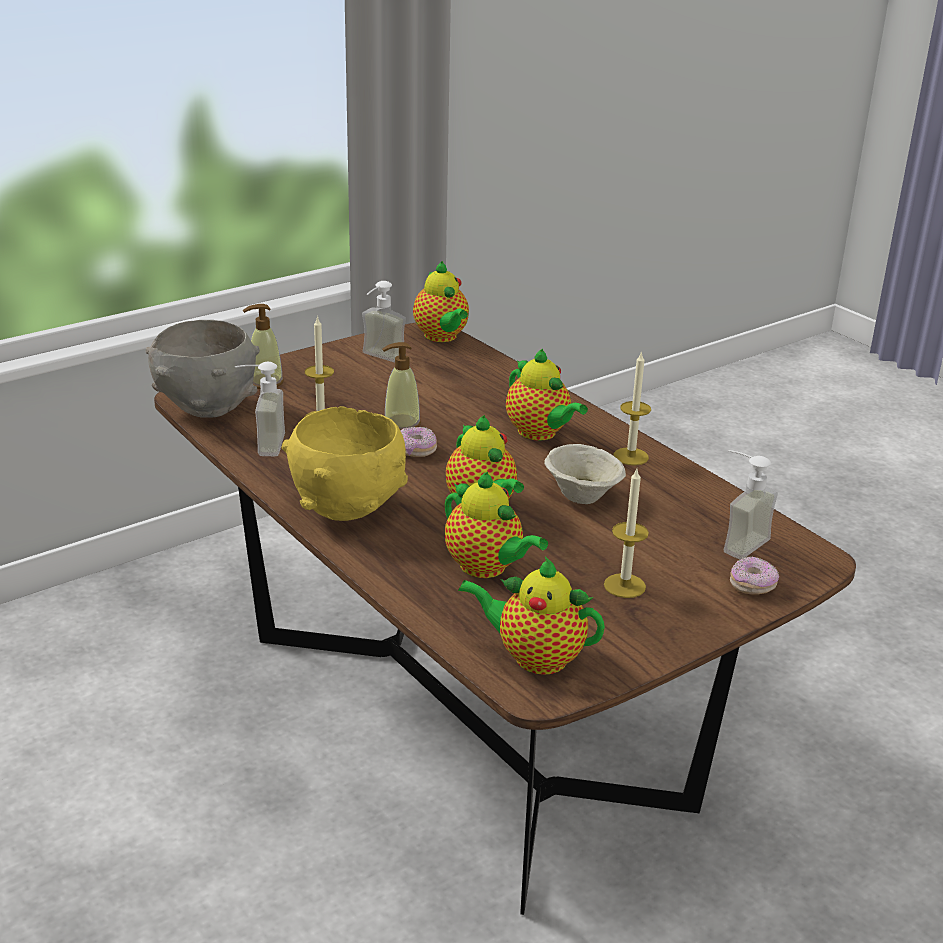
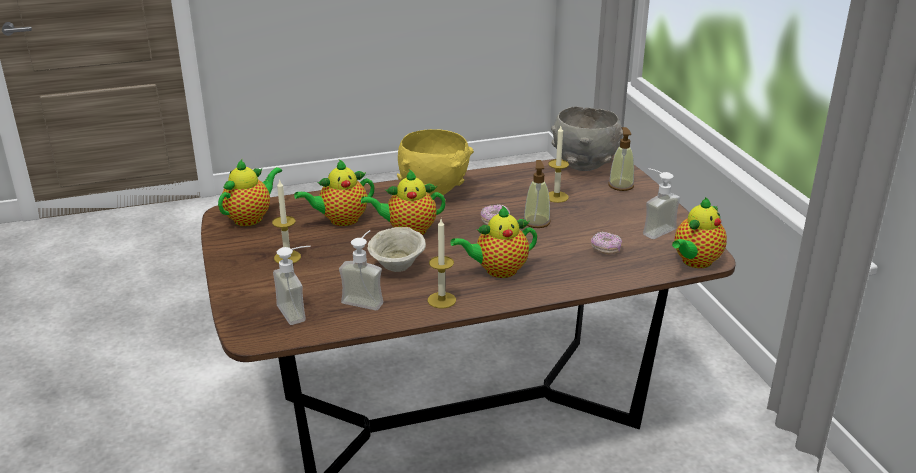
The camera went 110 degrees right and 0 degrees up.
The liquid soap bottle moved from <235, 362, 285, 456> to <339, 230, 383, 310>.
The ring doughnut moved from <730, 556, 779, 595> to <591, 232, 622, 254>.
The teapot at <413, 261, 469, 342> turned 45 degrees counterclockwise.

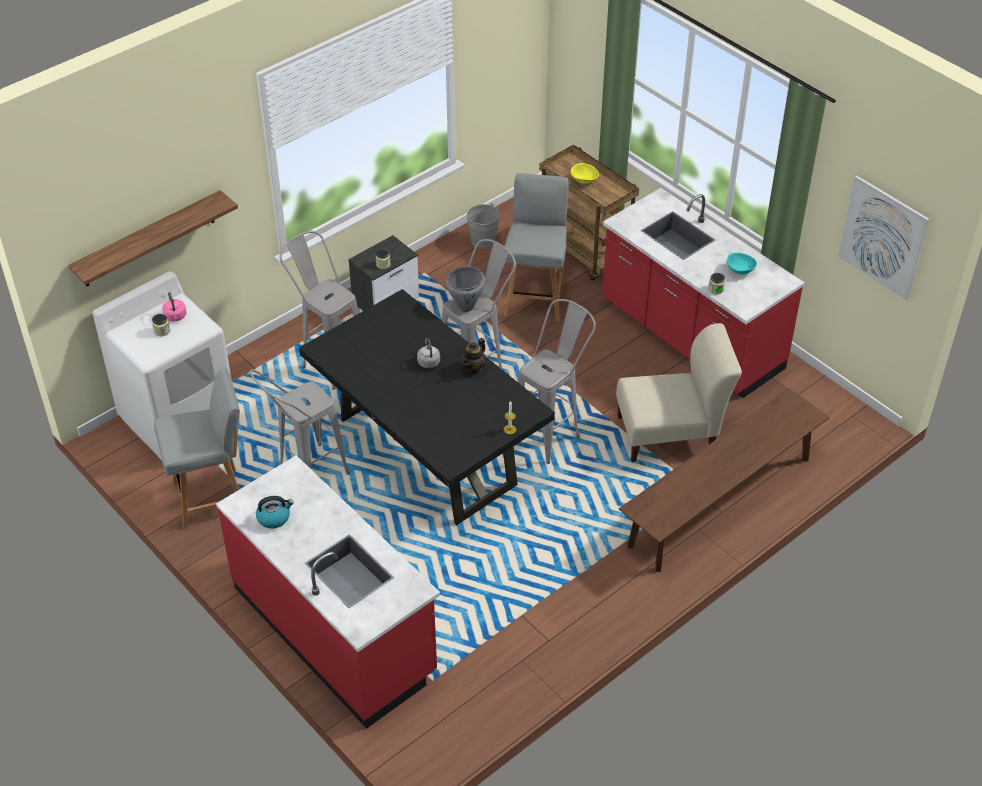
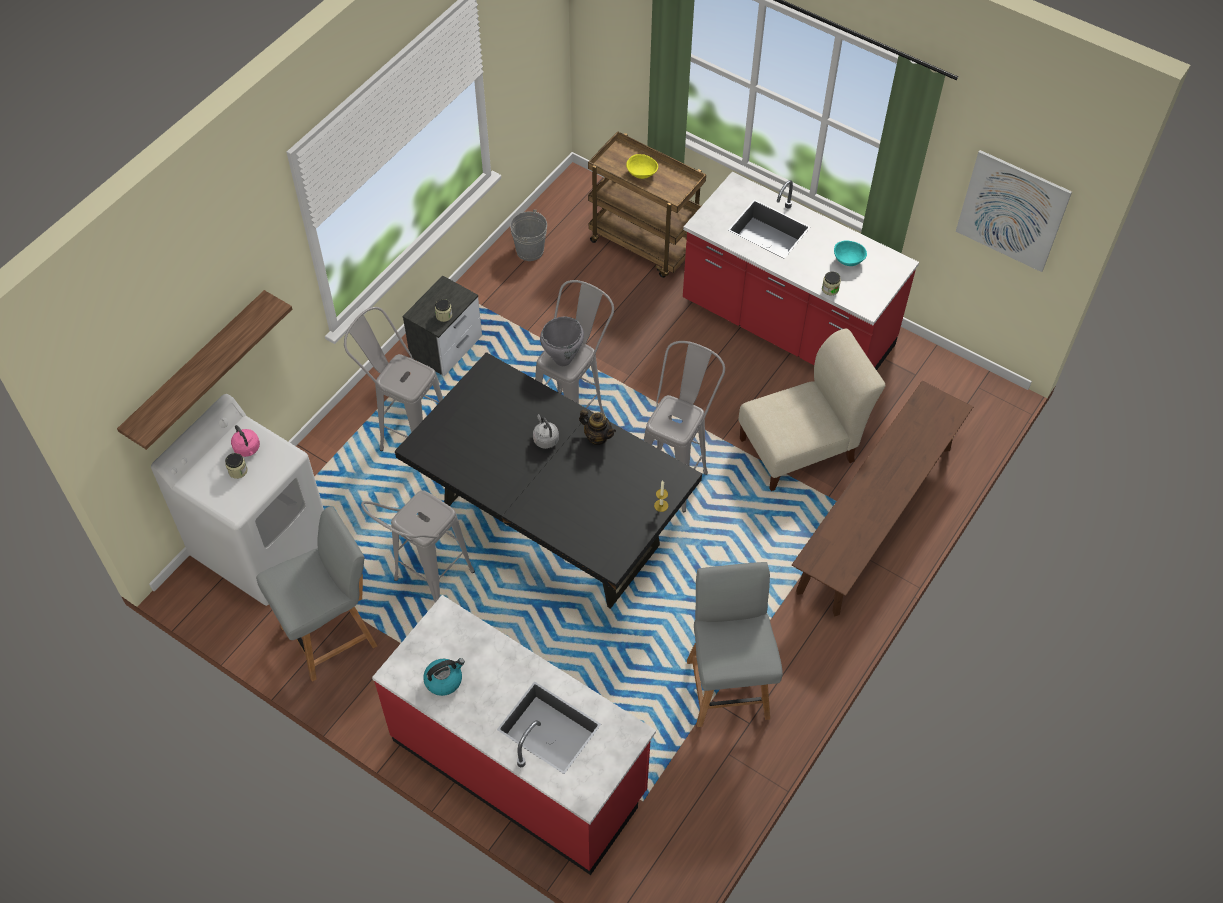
The camera went 15 degrees left and 10 degrees up.
The gray upright chair moved from <504, 173, 569, 321> to <687, 562, 783, 727>.
The teapot at <461, 338, 486, 375> turned 75 degrees counterclockwise.

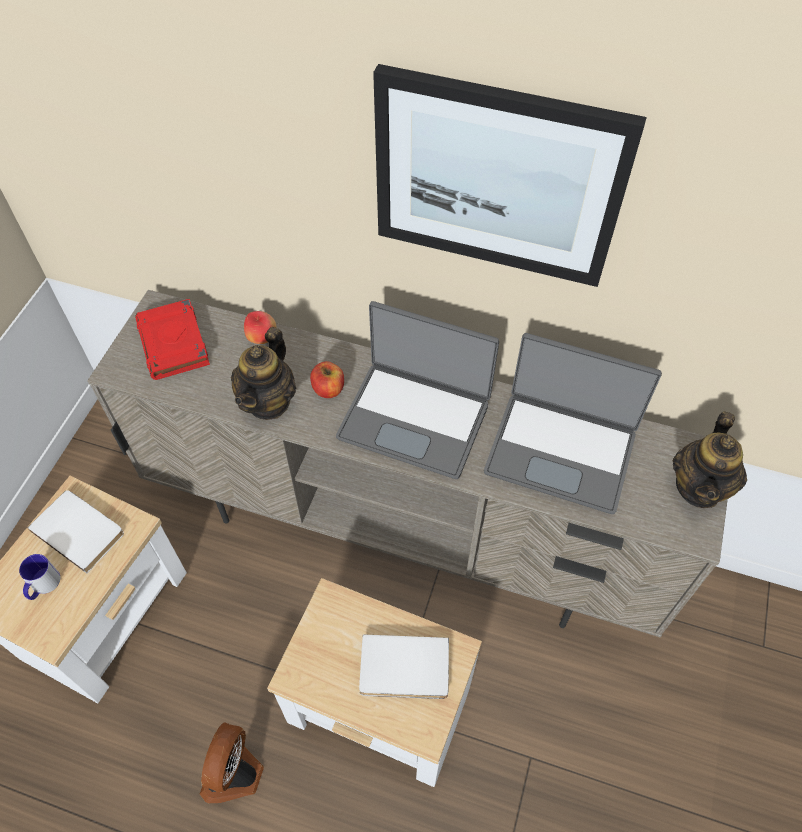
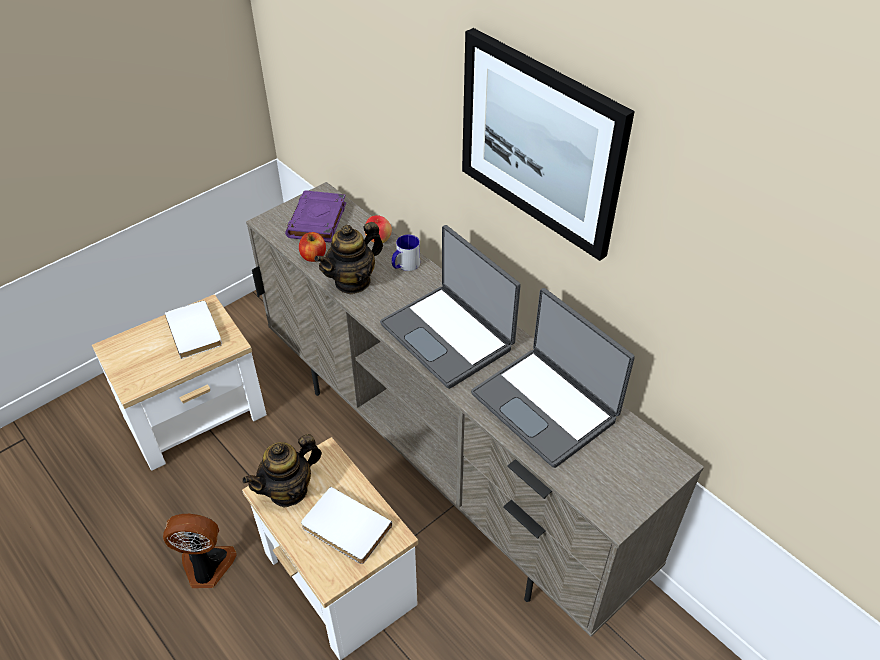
The camera went 30 degrees right and 10 degrees down.
The tea mug moved from <19, 554, 60, 600> to <392, 235, 420, 271>.
The apple fruit moved from <310, 361, 344, 398> to <299, 232, 326, 262>.
The teapot moved from <673, 411, 747, 508> to <242, 434, 322, 508>.
The red-coloured bound book at <135, 299, 210, 380> became the purple-coloured bound book at <285, 190, 346, 243>.
The electric fan at <200, 722, 264, 803> turned 45 degrees clockwise.

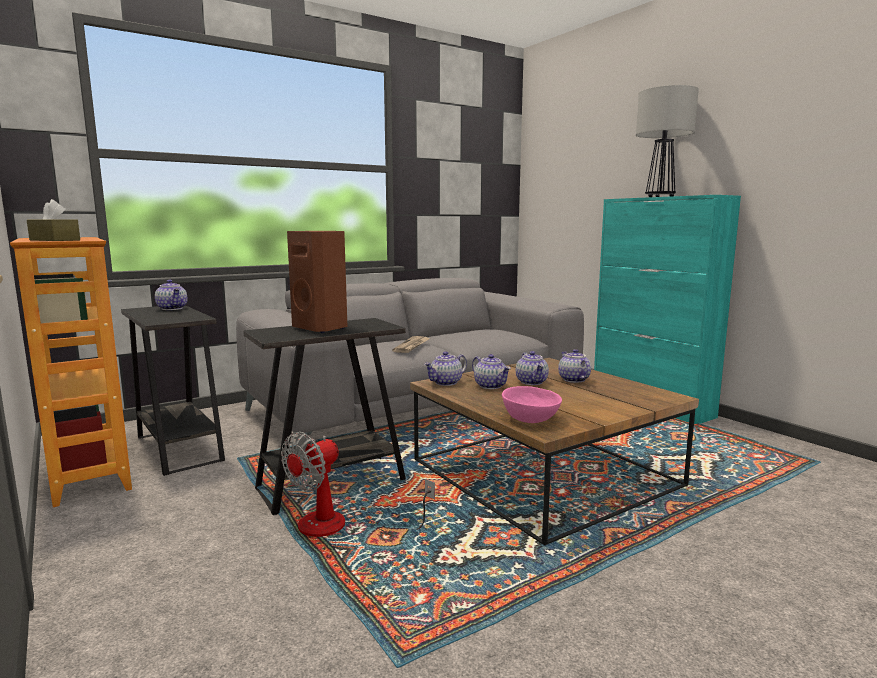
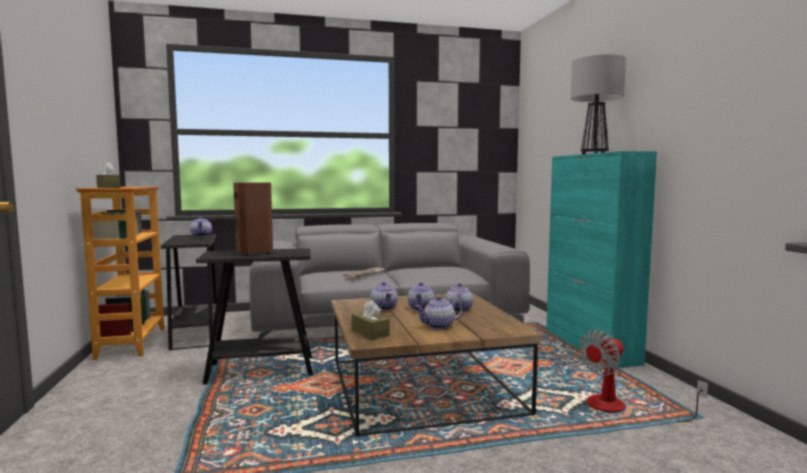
The camera went 20 degrees right and 5 degrees down.
The electric fan moved from <281, 432, 435, 537> to <579, 330, 708, 422>.
The teapot moved from <424, 351, 467, 386> to <415, 296, 463, 329>.
The pink bowl at <502, 386, 562, 423> was replaced by the brown tissue holder at <351, 300, 389, 340>.

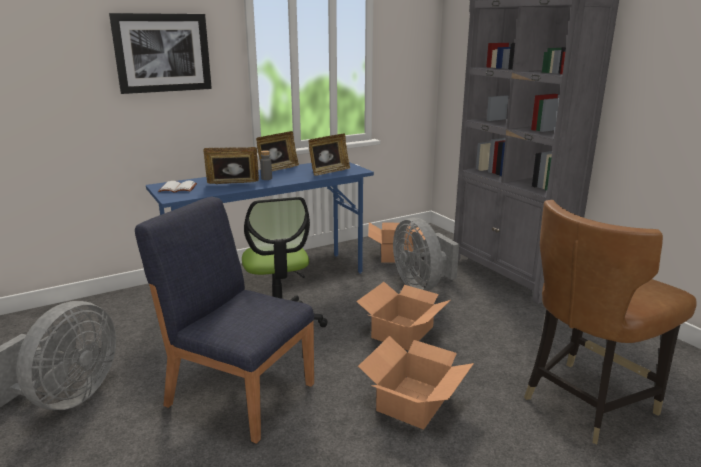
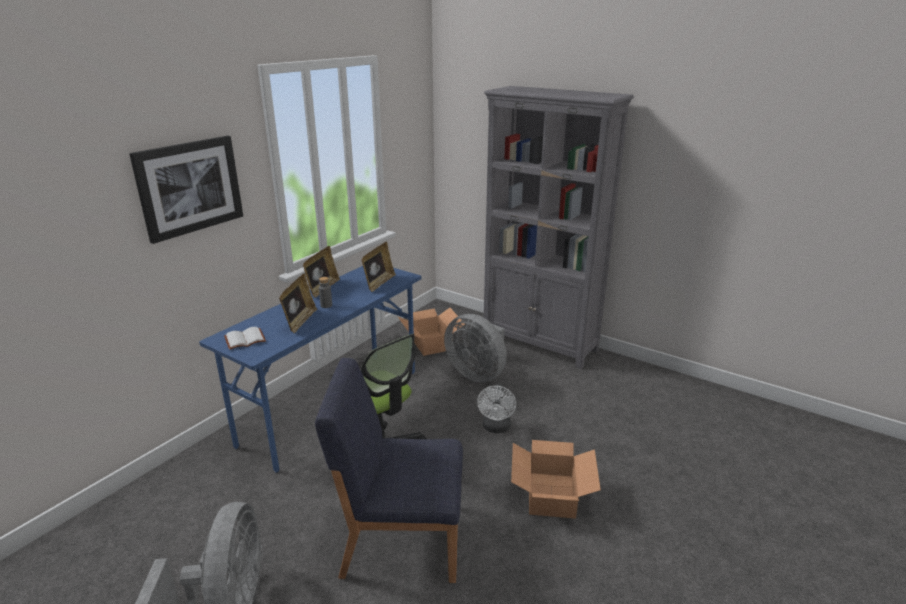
The camera went 25 degrees left and 5 degrees up.
The brown upright chair at <524, 200, 696, 444> disappeared.
The carton at <356, 282, 451, 351> was replaced by the white electric fan at <477, 384, 516, 433>.
The standing frame at <204, 147, 259, 184> turned 135 degrees clockwise.

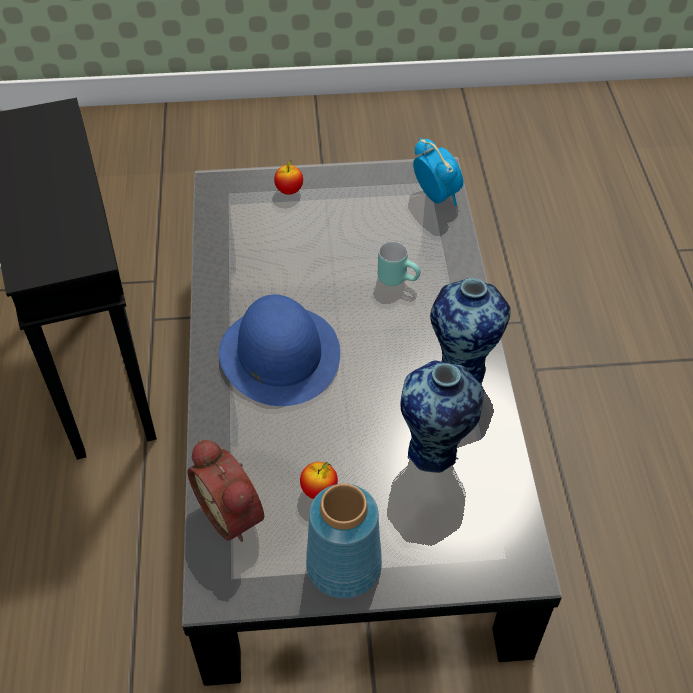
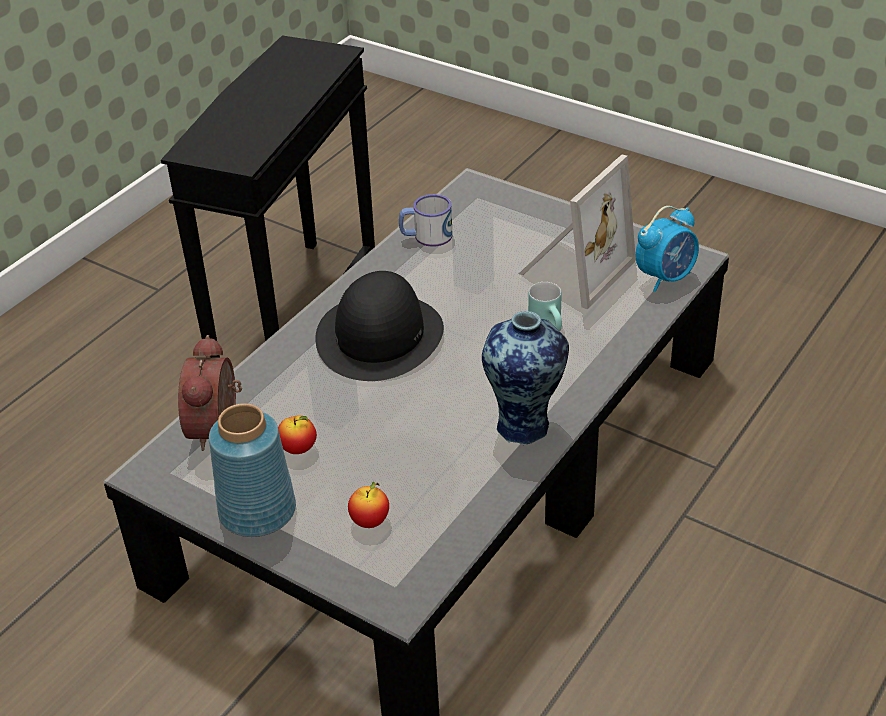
The camera went 40 degrees right and 10 degrees down.
The decorative vase at <400, 361, 484, 473> disappeared.
The tea mug at <399, 194, 453, 247> appeared.
The standing frame at <519, 155, 636, 310> appeared.
The apple fruit moved from <274, 160, 303, 195> to <348, 481, 389, 528>.
The blue-coloured hat at <219, 295, 340, 406> became the blackish hat at <315, 271, 444, 381>.
The alarm clock at <413, 138, 463, 206> turned 45 degrees clockwise.

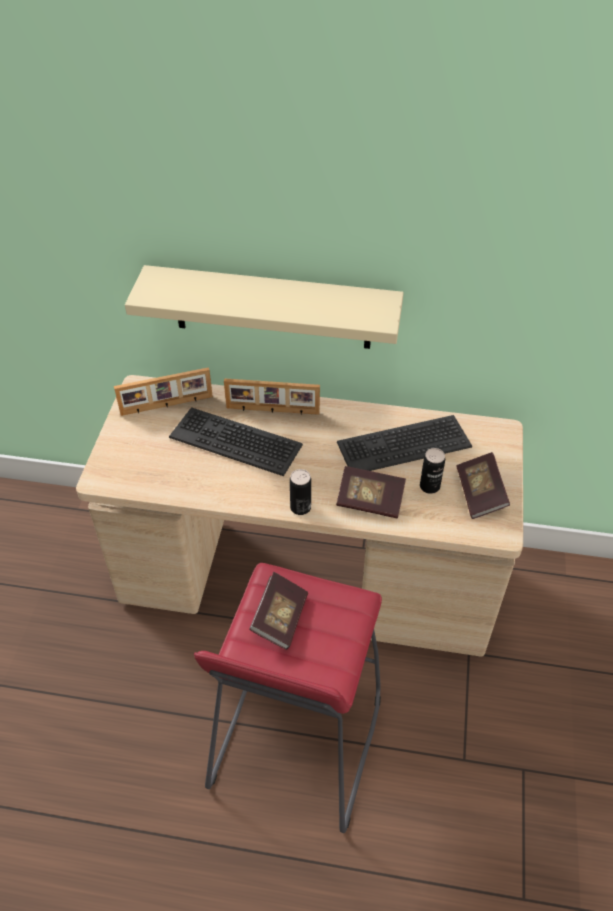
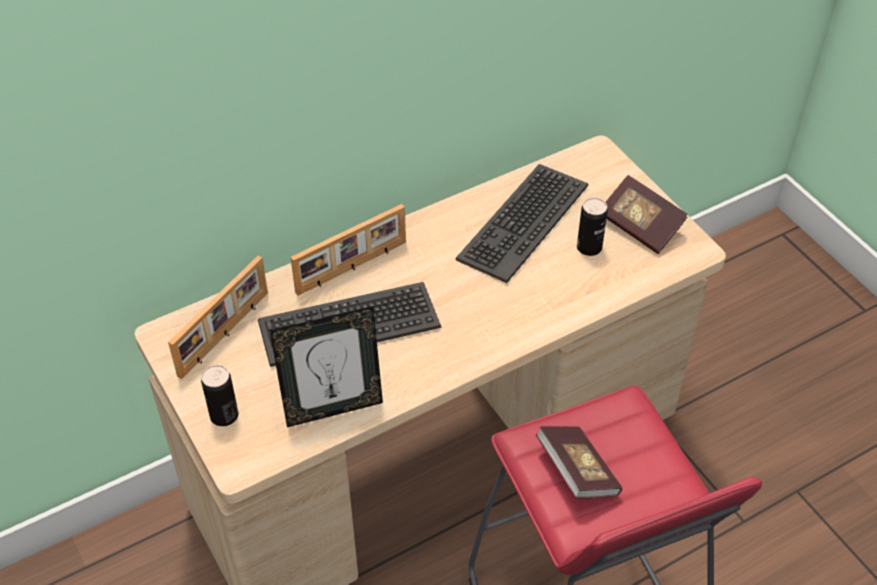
The camera went 40 degrees left and 0 degrees up.
The beige-coloured shelf at <125, 265, 404, 349> disappeared.
The bound book at <336, 466, 406, 518> disappeared.
The standing frame at <270, 306, 383, 427> appeared.
The can moved from <290, 469, 311, 515> to <201, 365, 238, 426>.

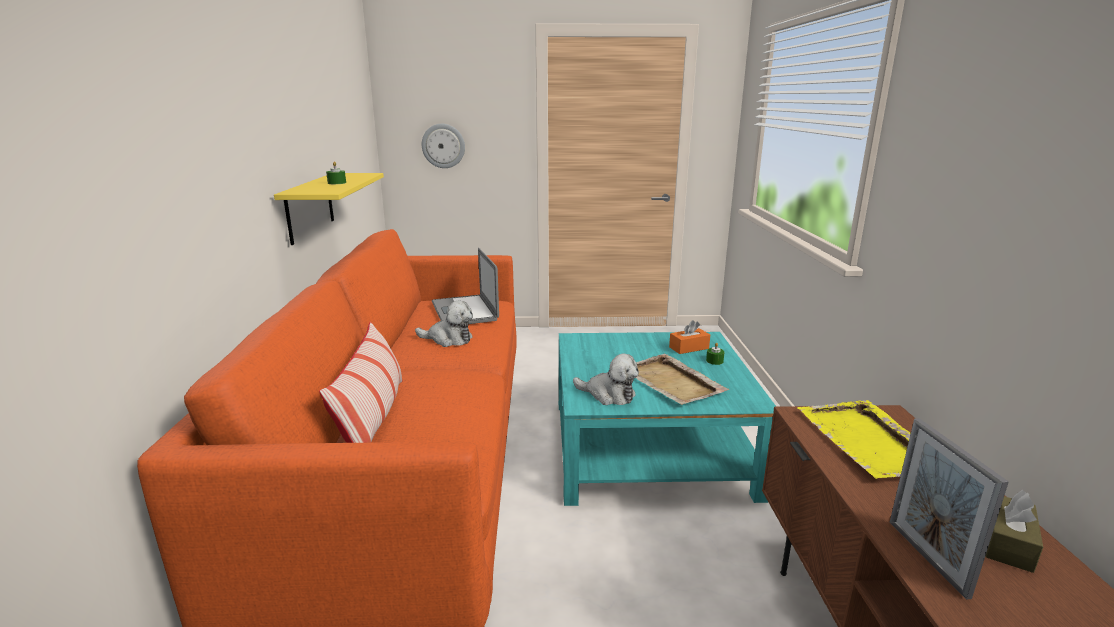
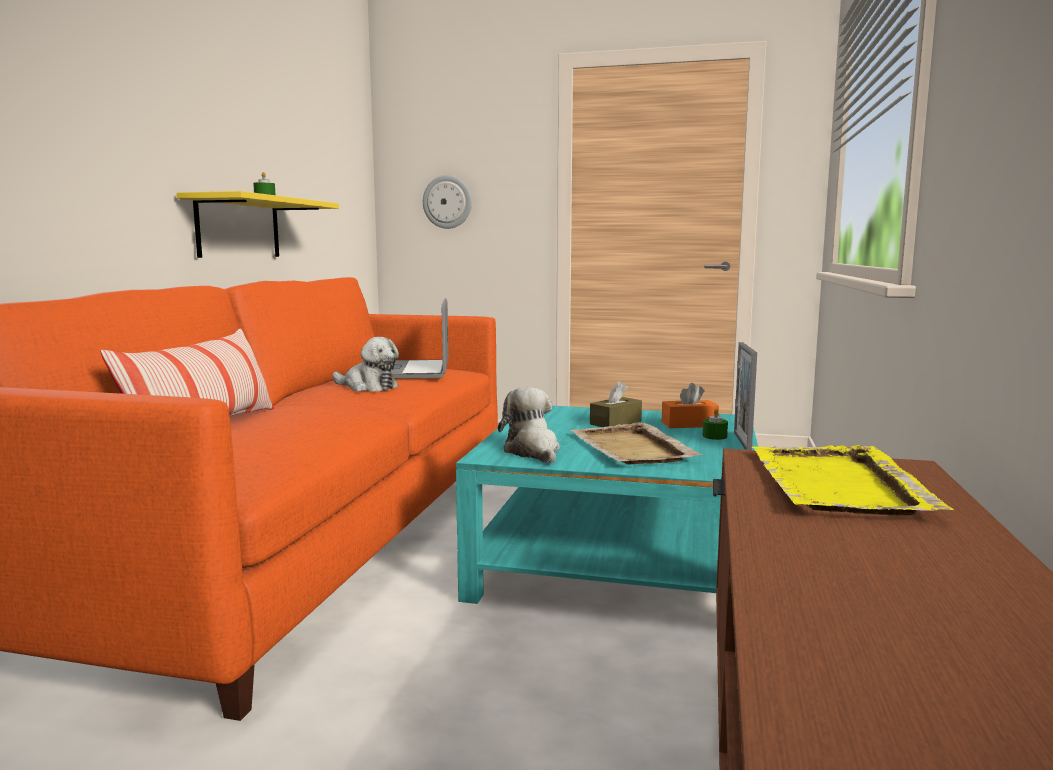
The camera went 15 degrees right and 10 degrees down.
The standing frame moved from <889, 418, 1009, 600> to <734, 342, 757, 450>.
The brown tissue holder moved from <985, 490, 1043, 573> to <590, 381, 642, 427>.
The cuddly toy at <573, 354, 639, 405> turned 150 degrees counterclockwise.

